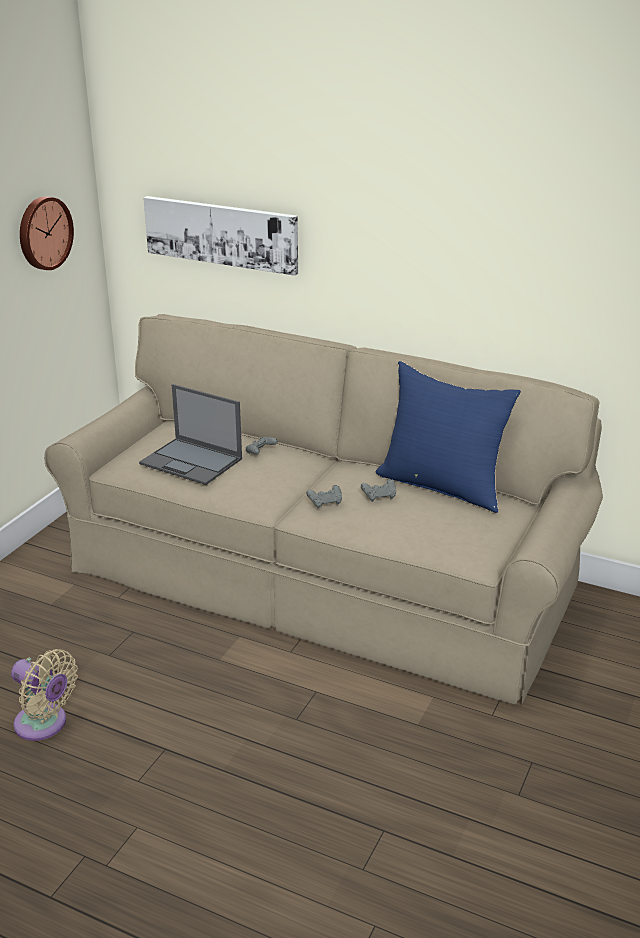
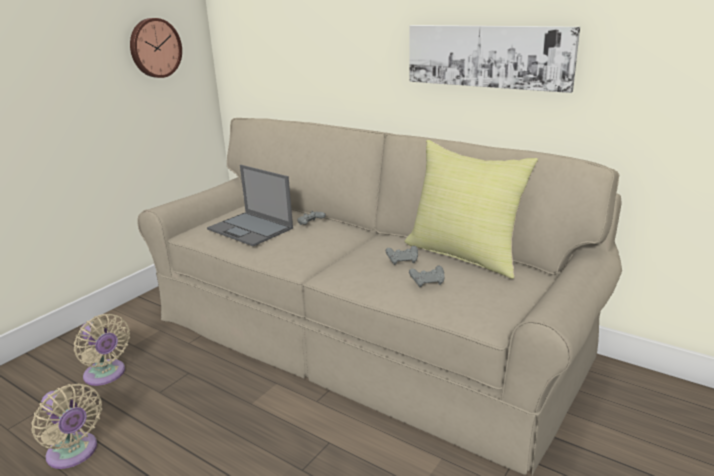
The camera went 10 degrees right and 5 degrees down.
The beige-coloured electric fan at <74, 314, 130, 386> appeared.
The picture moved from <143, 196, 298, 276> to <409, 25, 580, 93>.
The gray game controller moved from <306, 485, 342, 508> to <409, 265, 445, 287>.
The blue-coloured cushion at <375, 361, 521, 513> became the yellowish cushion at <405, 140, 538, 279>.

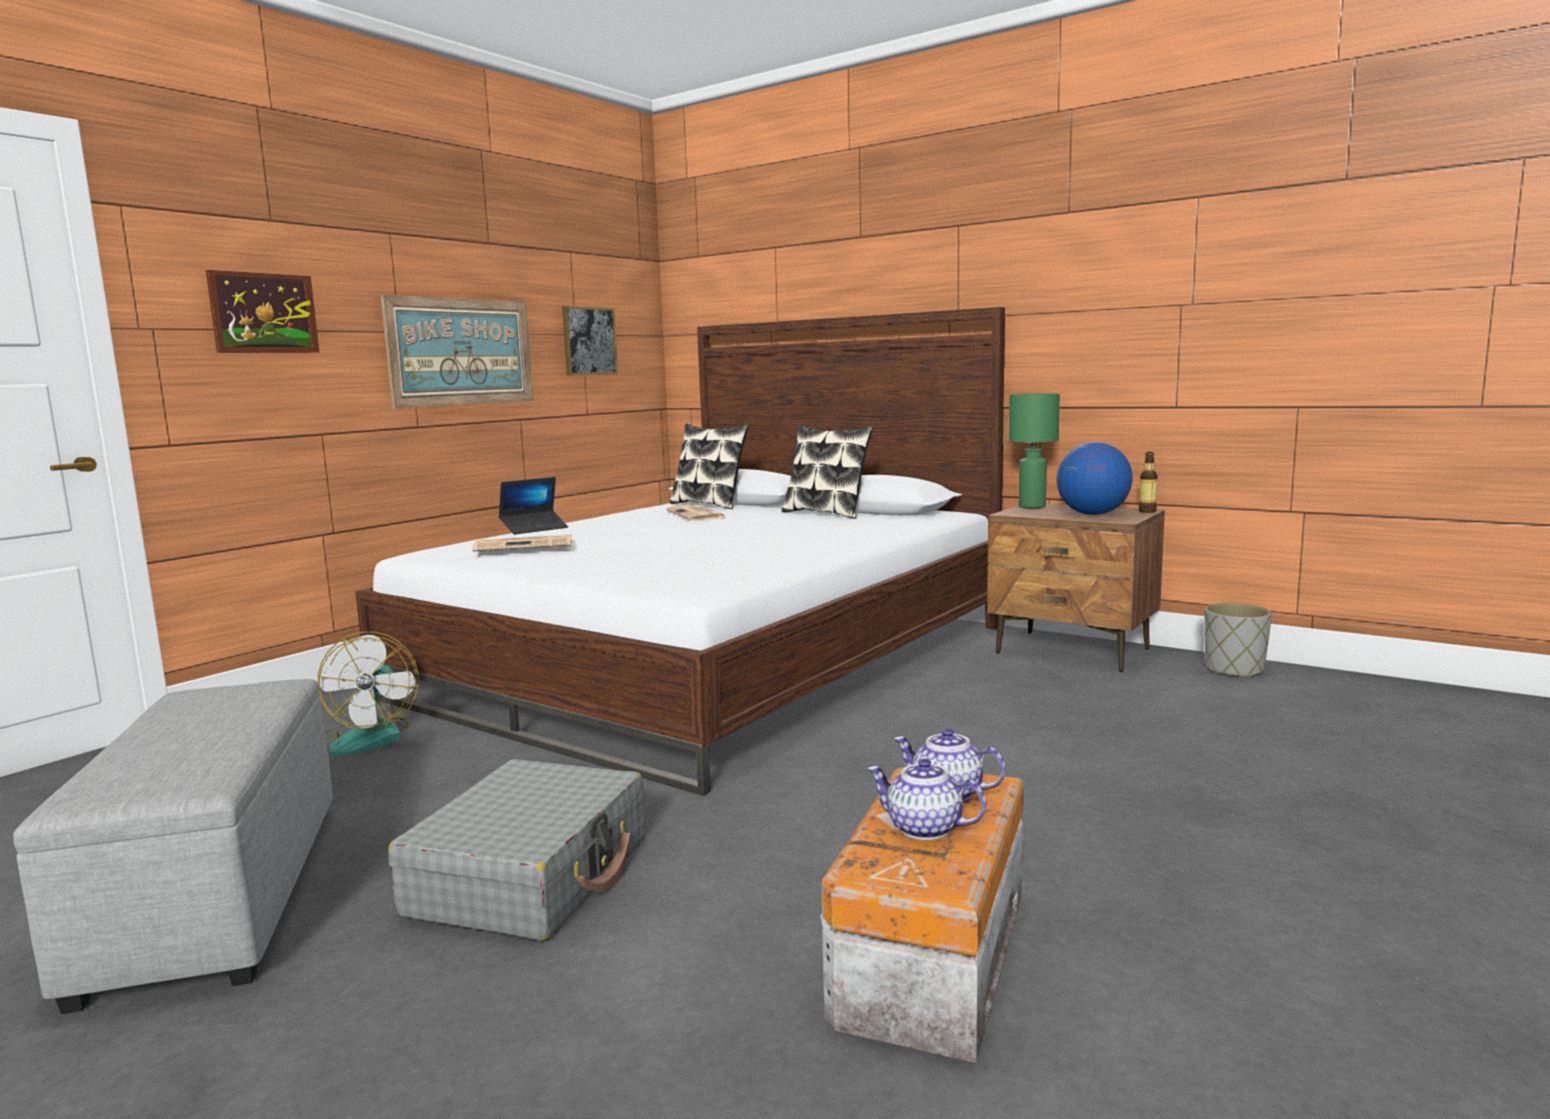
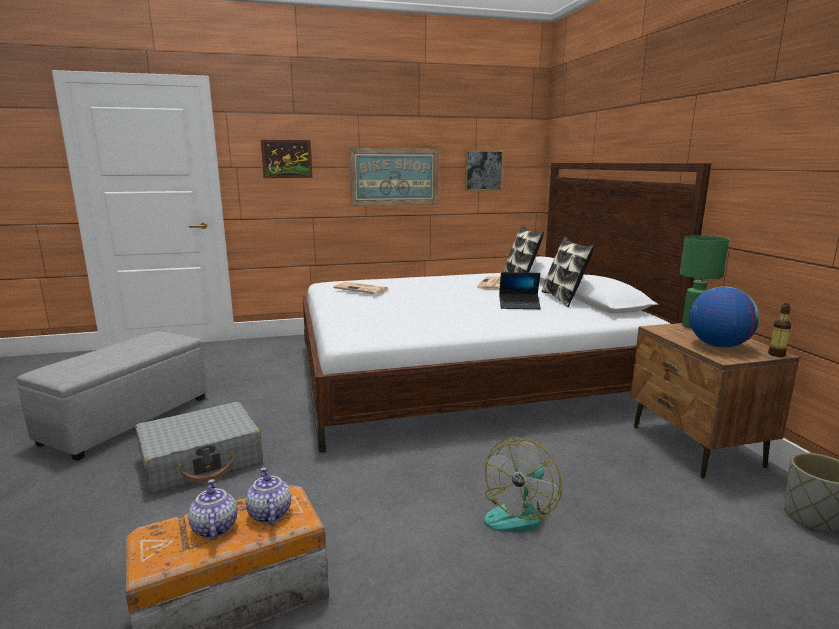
The camera went 40 degrees right and 5 degrees up.
The electric fan moved from <318, 632, 419, 756> to <484, 437, 562, 532>.
The notebook computer moved from <499, 477, 568, 534> to <499, 272, 541, 309>.

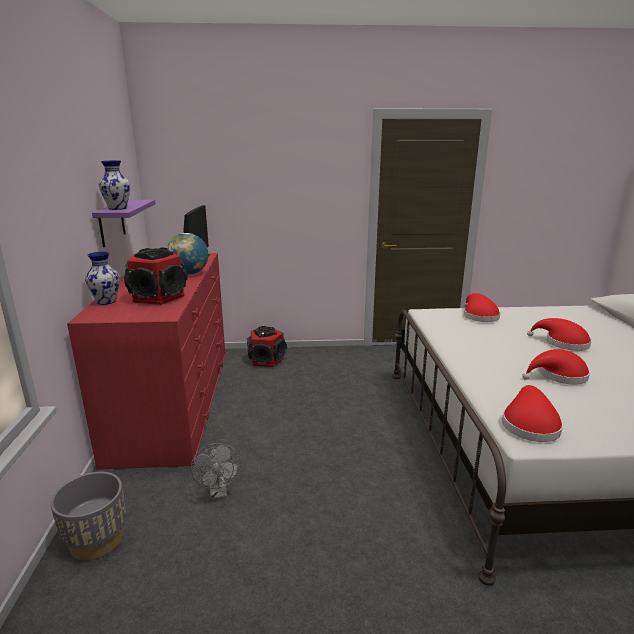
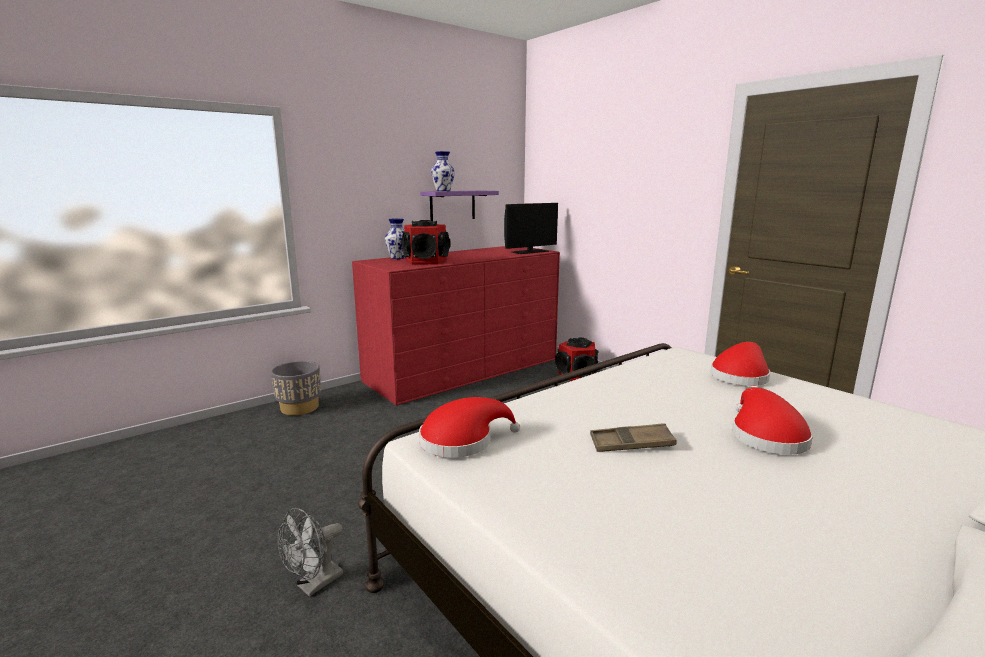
The camera went 55 degrees right and 5 degrees down.
The globe at <166, 233, 208, 275> disappeared.
The gray electric fan moved from <191, 443, 241, 500> to <278, 508, 343, 597>.
The red-coloured hat at <522, 349, 590, 385> was replaced by the brown tray at <590, 423, 677, 452>.

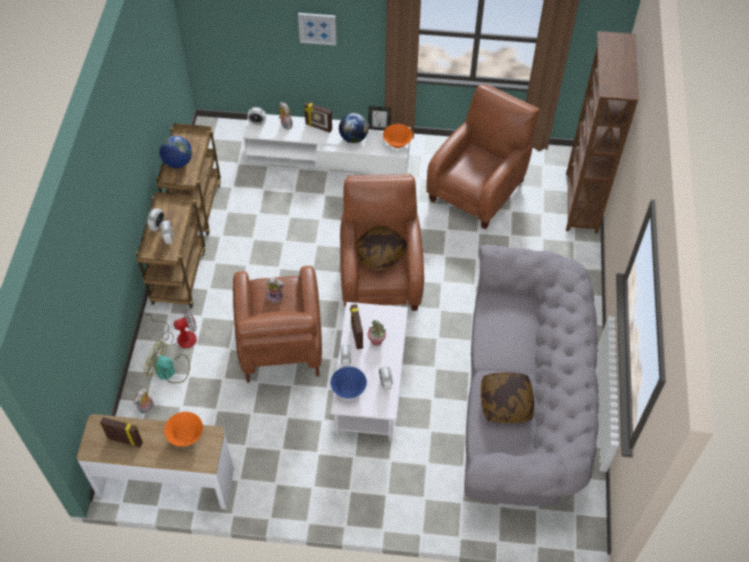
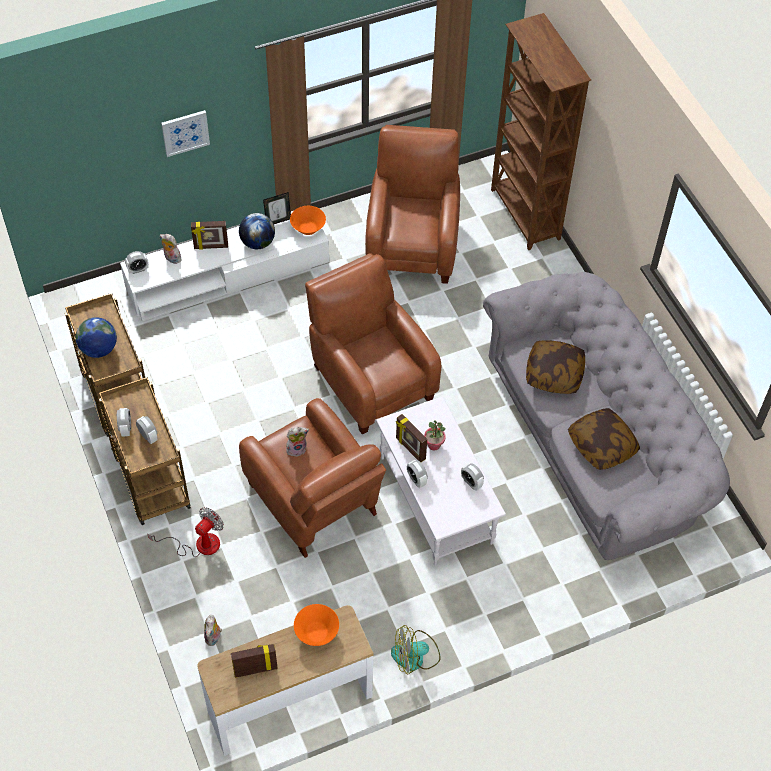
The camera went 30 degrees left and 0 degrees up.
The blue-coloured bowl at <331, 367, 367, 398> disappeared.
The electric fan moved from <144, 341, 190, 383> to <391, 625, 440, 674>.
The cushion moved from <355, 226, 407, 273> to <526, 340, 585, 394>.

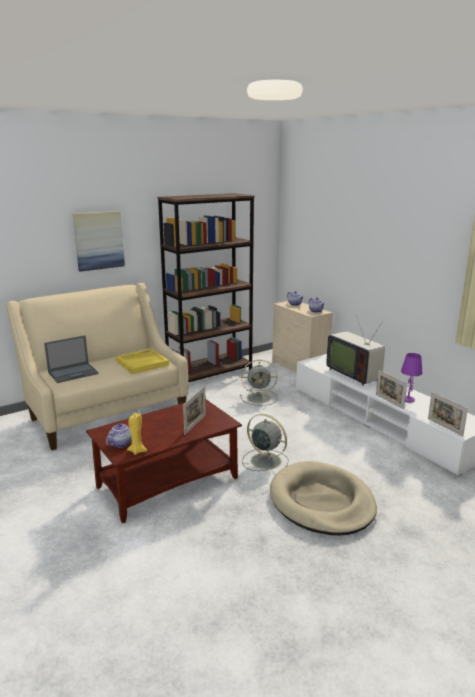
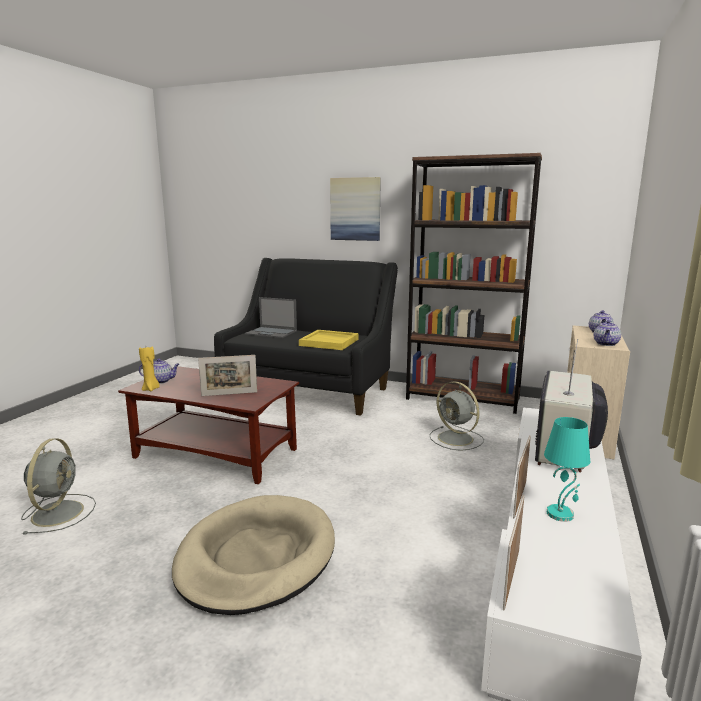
The camera went 55 degrees right and 5 degrees down.
The gray electric fan moved from <242, 414, 289, 471> to <21, 438, 96, 535>.
The beige-coloured couch at <7, 283, 189, 450> became the blackish couch at <214, 258, 398, 416>.
The purple-coloured table lamp at <401, 353, 423, 403> became the turquoise-coloured table lamp at <544, 417, 590, 522>.

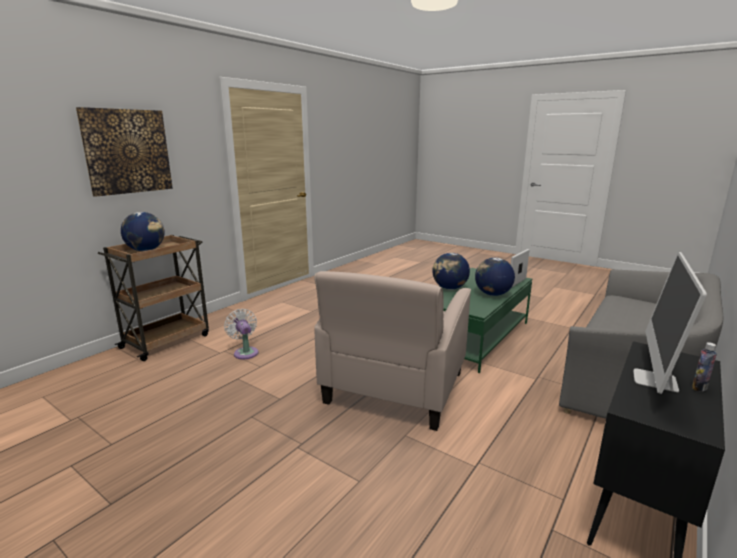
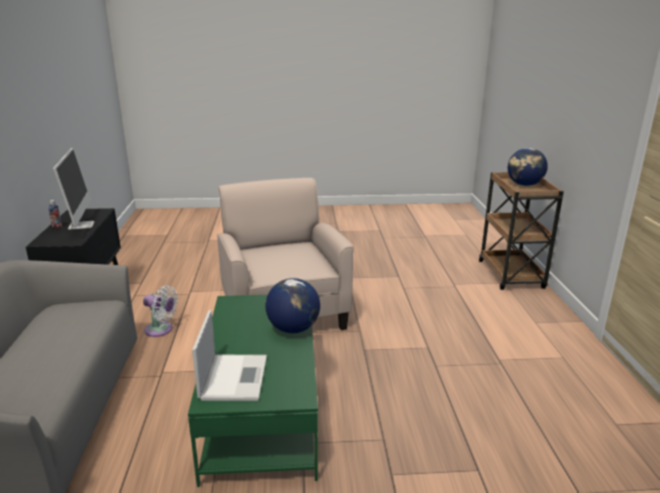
The camera went 140 degrees right and 5 degrees up.
The picture at <76, 107, 173, 197> disappeared.
The globe at <475, 258, 515, 296> disappeared.
The white electric fan moved from <224, 309, 258, 359> to <143, 286, 178, 337>.

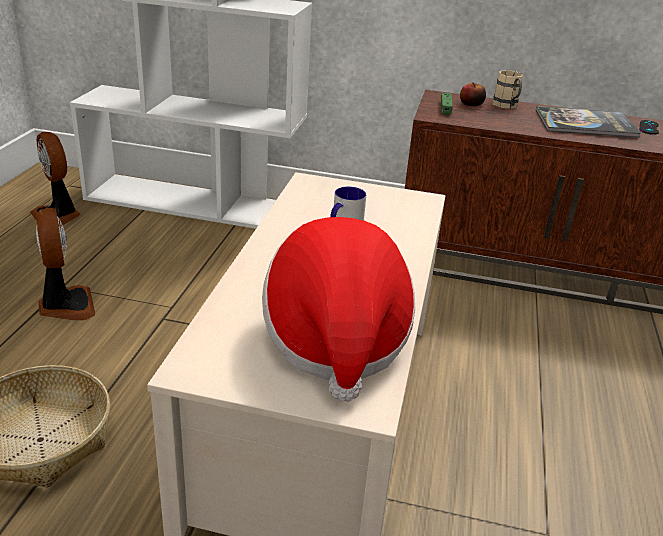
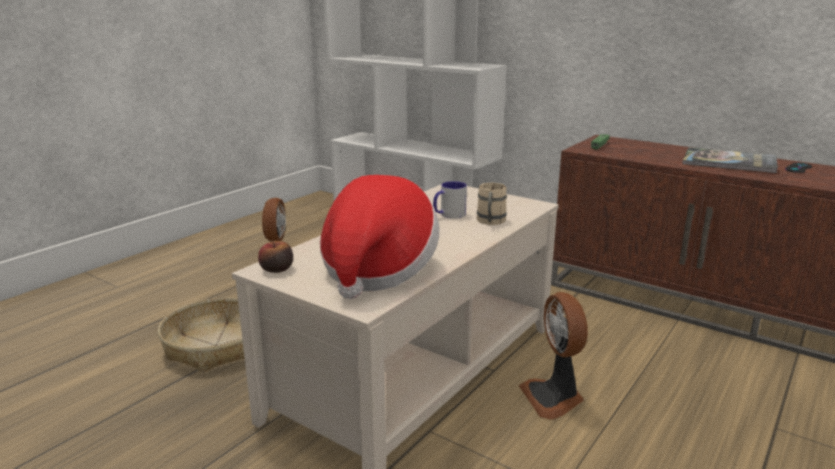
The camera went 25 degrees right and 10 degrees down.
The electric fan moved from <30, 132, 81, 226> to <519, 292, 588, 419>.
The apple fruit moved from <460, 82, 486, 106> to <258, 240, 293, 273>.
The beige-coloured tea mug moved from <493, 70, 522, 109> to <477, 183, 507, 225>.

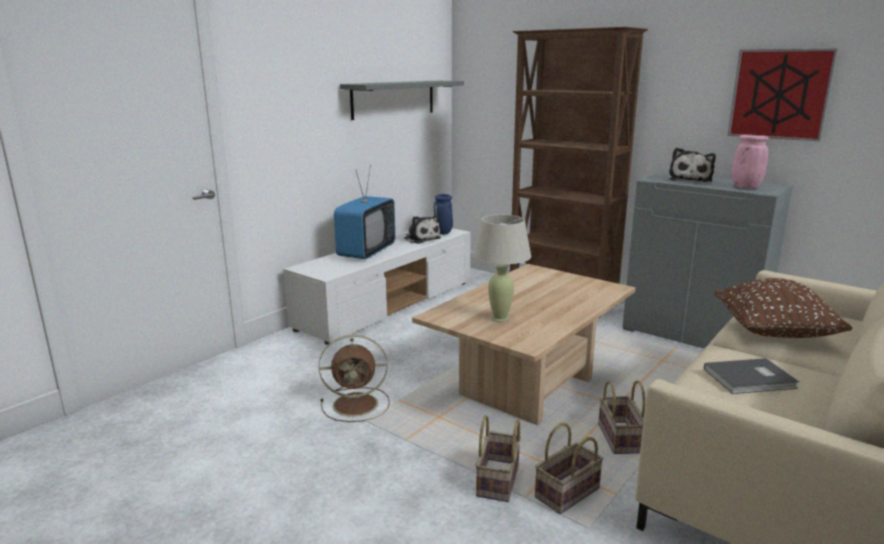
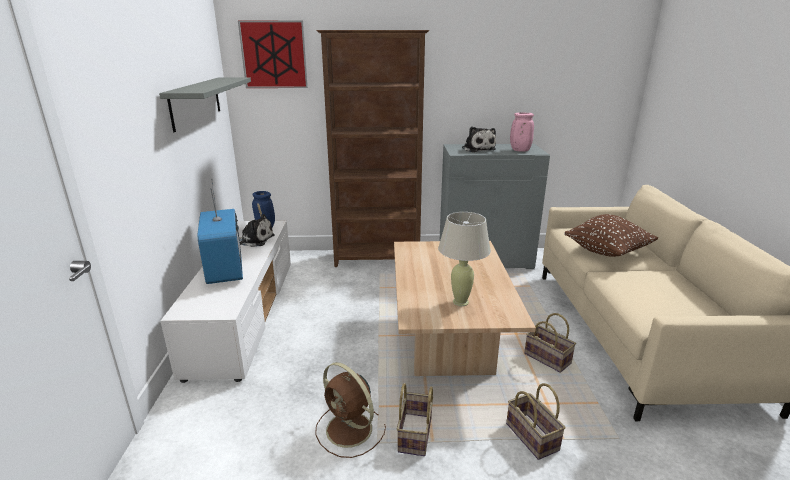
The camera went 40 degrees left and 5 degrees up.
The gray bound book at <704, 358, 799, 394> disappeared.
The storage basket moved from <535, 423, 603, 514> to <397, 383, 433, 456>.
The picture moved from <727, 49, 838, 141> to <238, 21, 308, 88>.
The brown electric fan at <319, 334, 390, 422> turned 90 degrees clockwise.

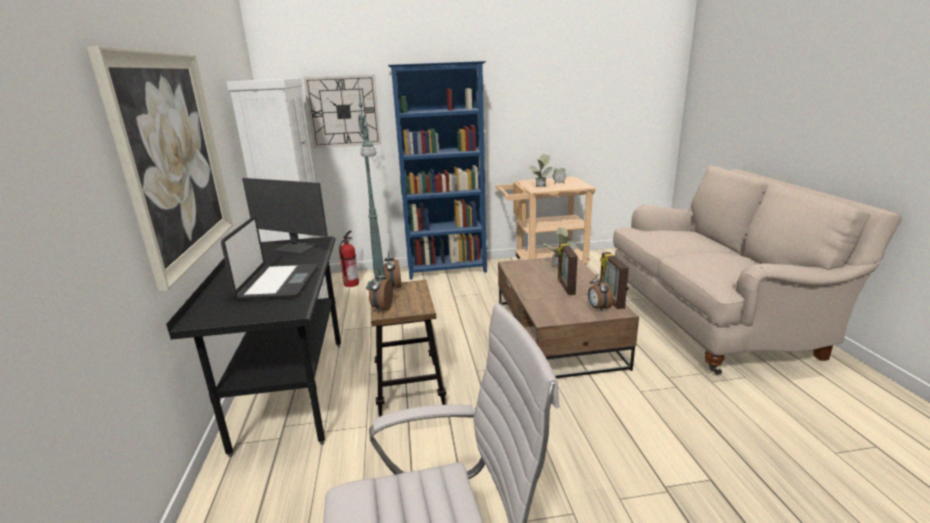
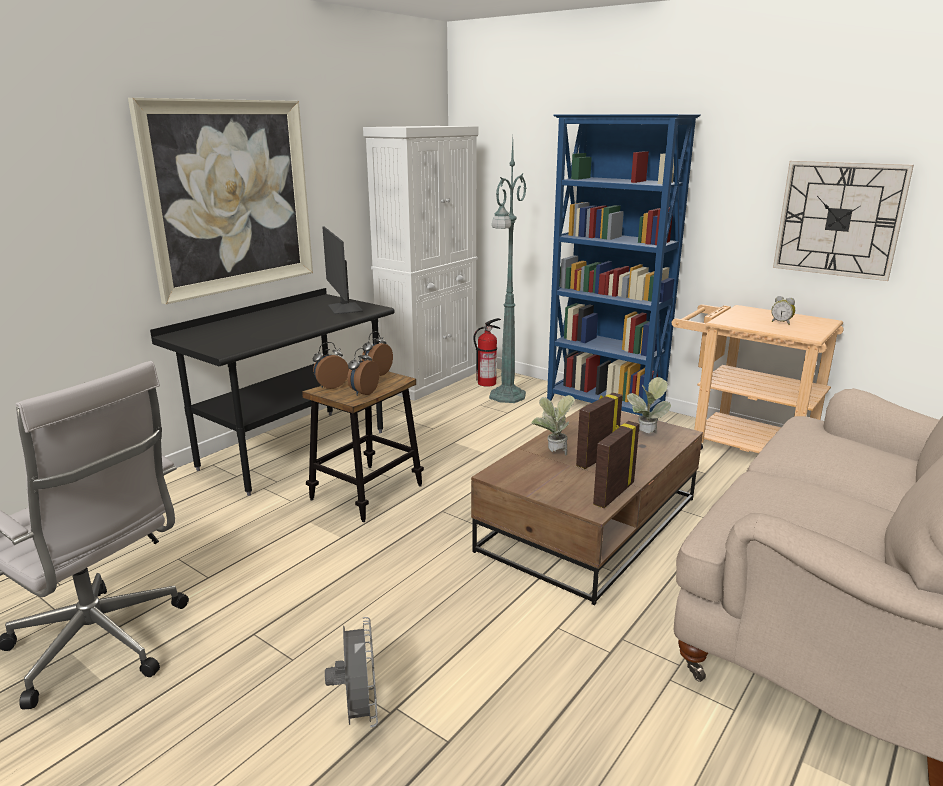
The camera went 45 degrees right and 0 degrees up.
The notebook computer at <221, 216, 318, 300> disappeared.
The gray electric fan at <325, 617, 378, 727> appeared.
The clock on the wall moved from <304, 75, 381, 148> to <773, 161, 914, 281>.
The plant in a pot moved from <528, 154, 552, 187> to <531, 395, 575, 455>.
The alarm clock moved from <588, 275, 613, 311> to <347, 348, 379, 396>.

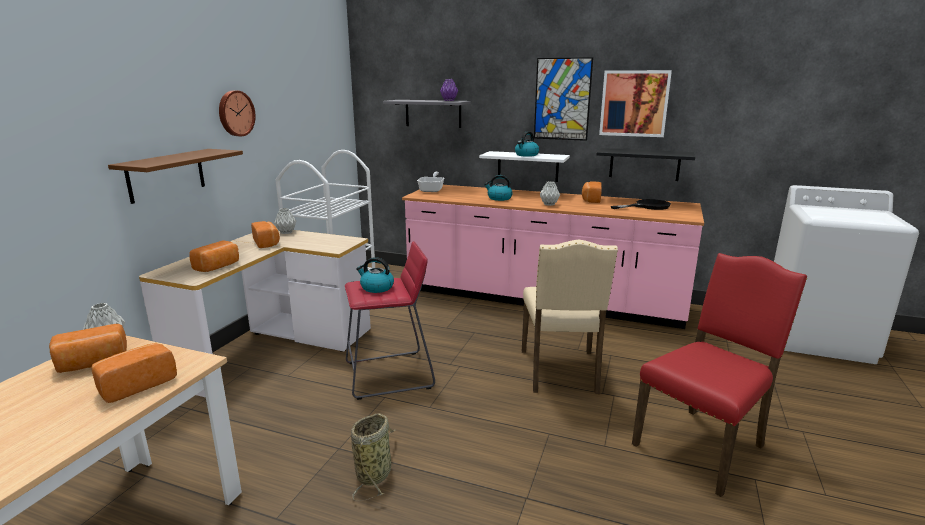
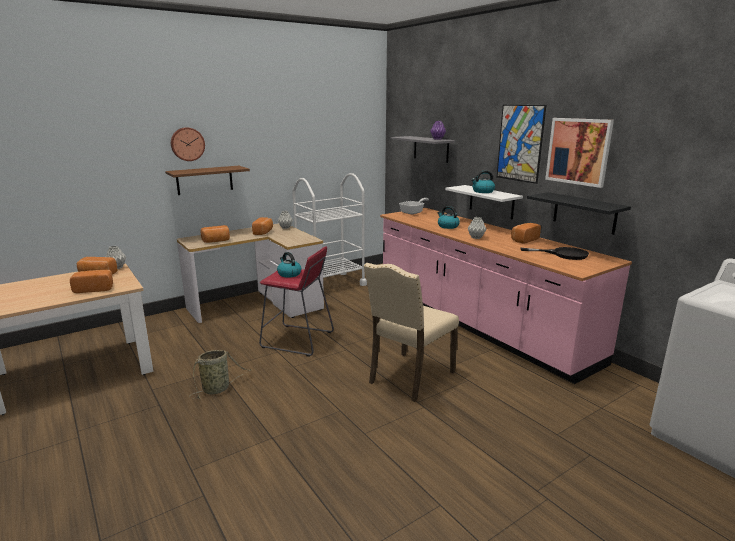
The camera went 35 degrees right and 0 degrees up.
The red-coloured upright chair at <632, 253, 807, 497> disappeared.
The clock on the wall moved from <219, 90, 256, 136> to <171, 127, 205, 161>.

